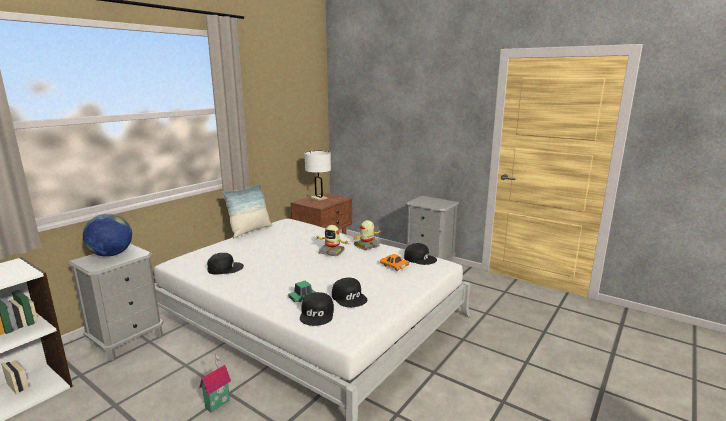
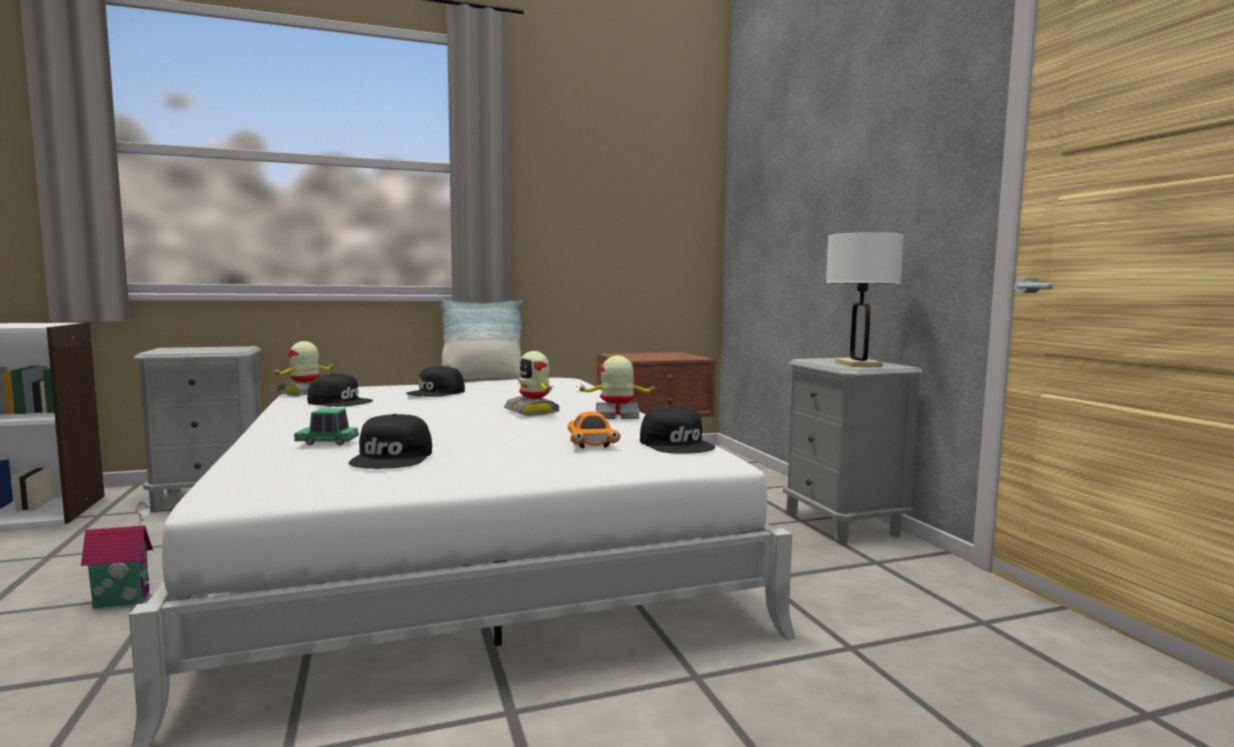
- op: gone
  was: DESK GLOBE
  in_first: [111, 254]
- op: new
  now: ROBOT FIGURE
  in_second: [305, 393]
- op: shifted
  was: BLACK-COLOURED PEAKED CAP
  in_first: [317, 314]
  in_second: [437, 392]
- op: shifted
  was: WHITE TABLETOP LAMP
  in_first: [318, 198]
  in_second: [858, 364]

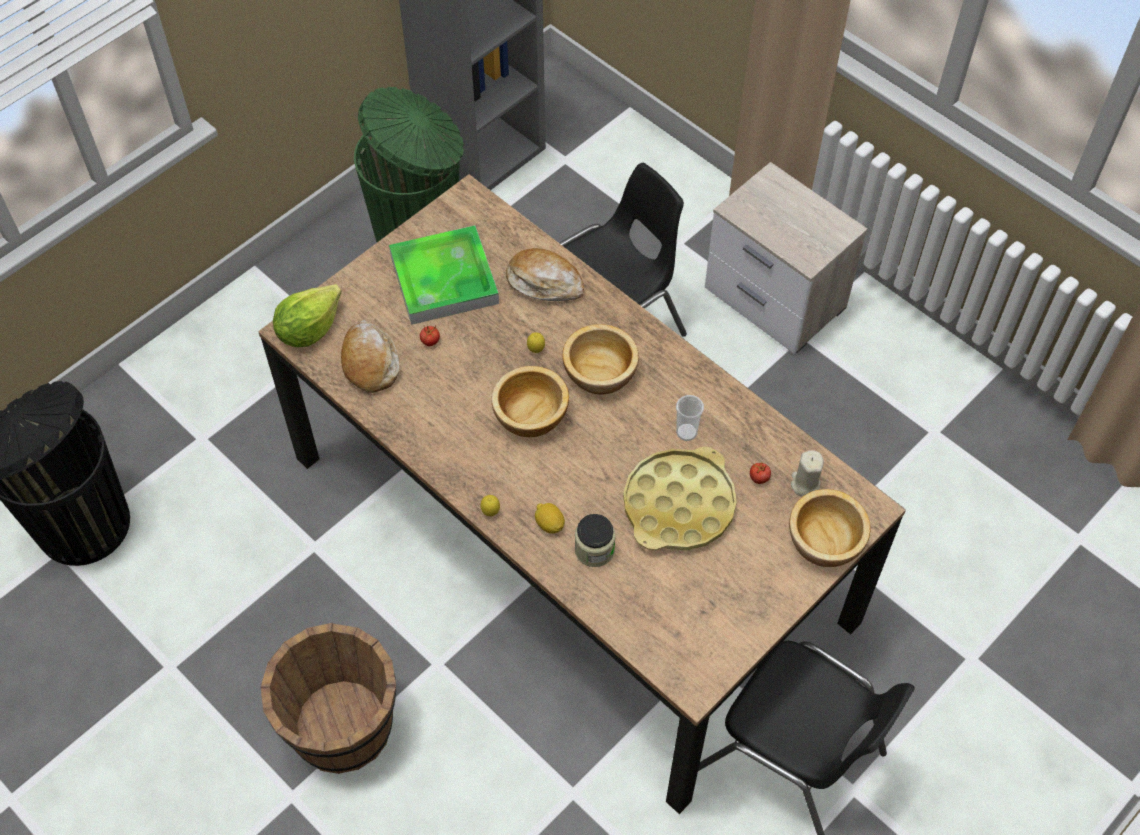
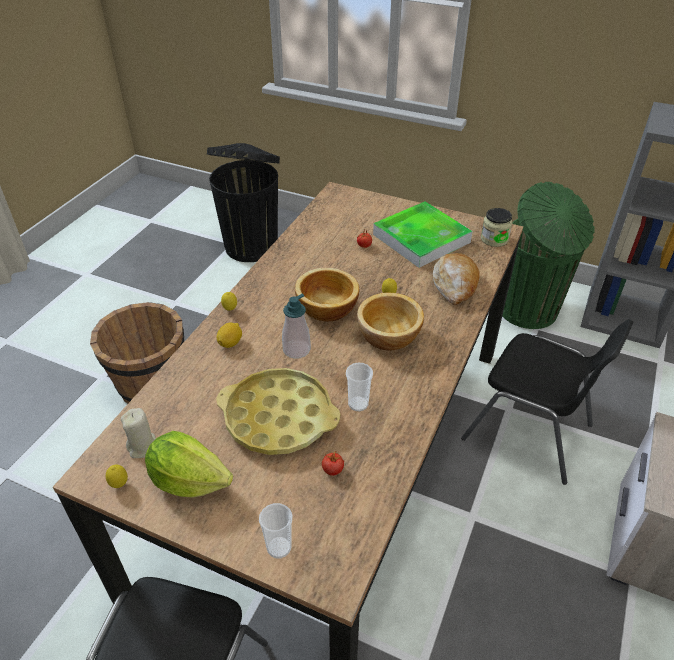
- op: gone
  was: BREAD
  in_first: [370, 362]
- op: new
  now: CITRUS FRUIT
  in_second: [120, 485]
- op: new
  now: LIQUID SOAP BOTTLE
  in_second: [296, 350]
- op: shifted
  was: LETTUCE
  in_first: [308, 329]
  in_second: [189, 480]
- op: shifted
  was: STORAGE JAR
  in_first: [594, 550]
  in_second: [494, 239]
- op: shifted
  was: BEIGE-COLOURED CANDLE
  in_first: [805, 484]
  in_second: [143, 446]
- op: swapped
  was: SERVING BOWL
  now: DRINKING CUP
  in_first: [826, 542]
  in_second: [279, 547]

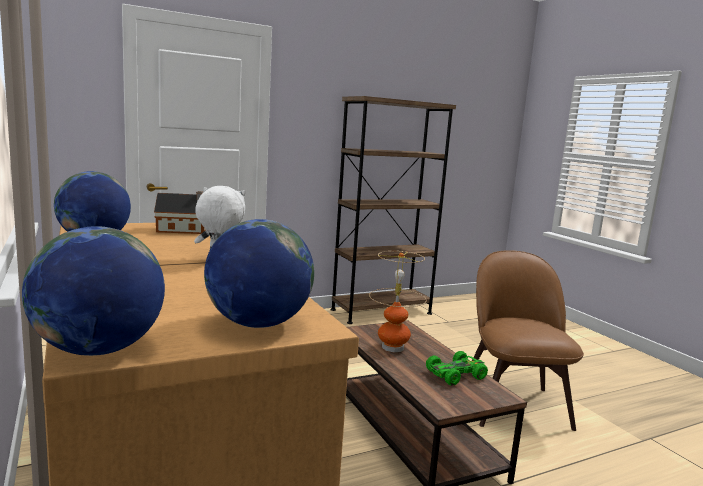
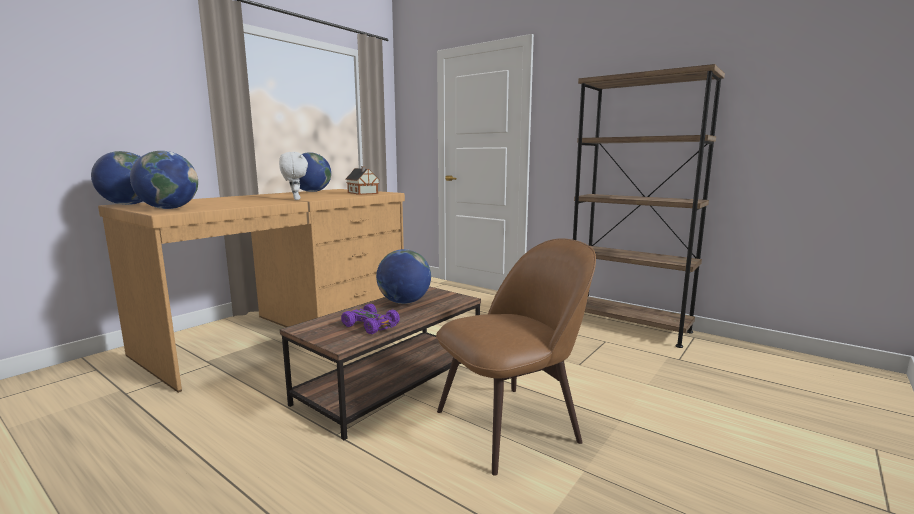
- op: swapped
  was: TABLETOP LAMP
  now: DESK GLOBE
  in_first: [393, 347]
  in_second: [404, 302]
- op: repainted
  was: GREEN-COLOURED MINIATURE CAR
  now: PURPLE-COLOURED MINIATURE CAR
  in_first: [456, 374]
  in_second: [371, 325]

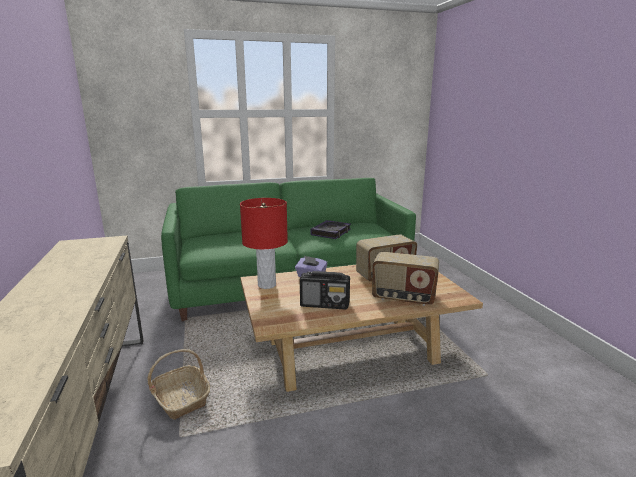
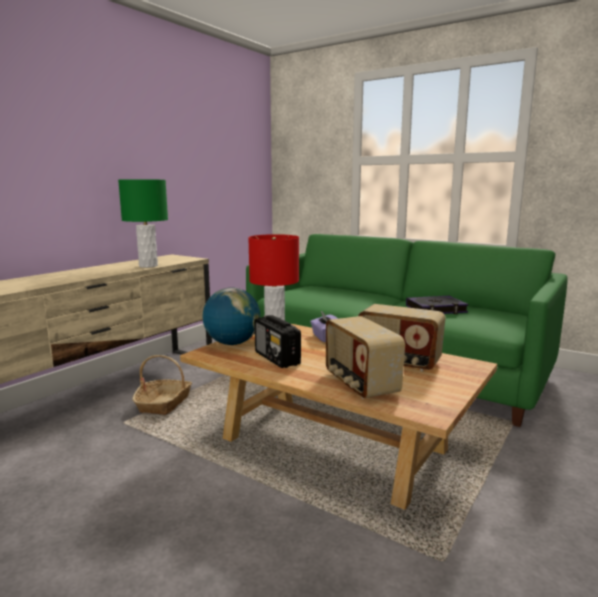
- op: new
  now: GREEN-COLOURED TABLETOP LAMP
  in_second: [148, 266]
- op: new
  now: DESK GLOBE
  in_second: [232, 343]

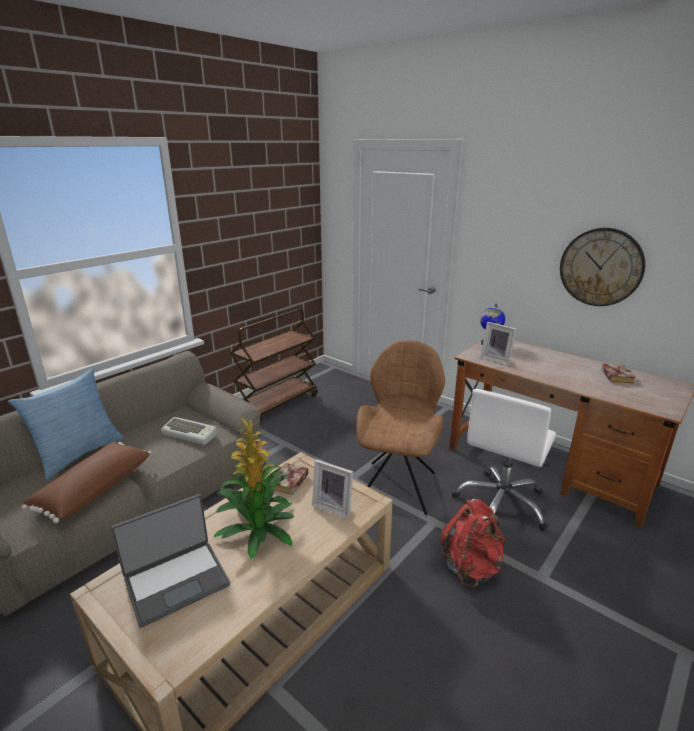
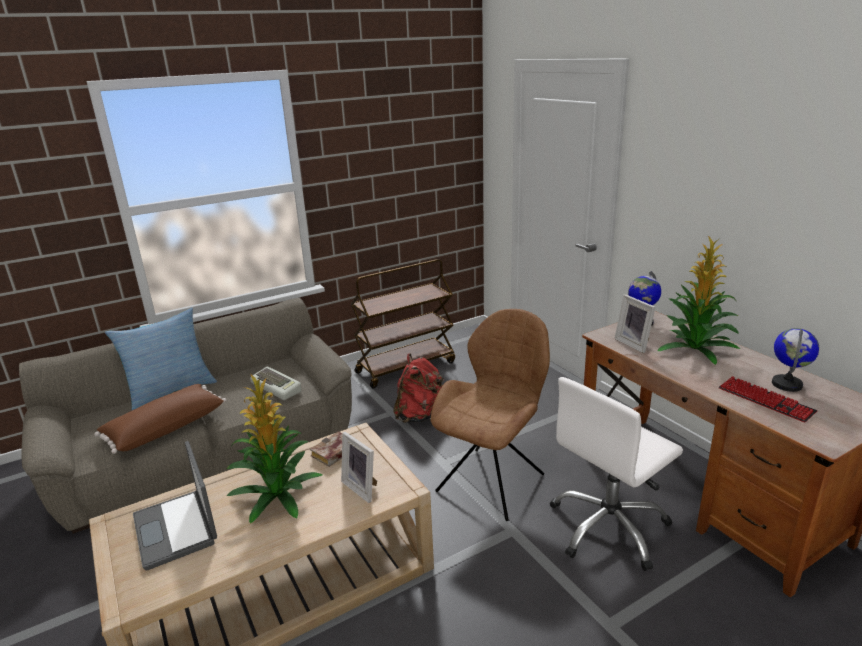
- op: gone
  was: HANGING CLOCK
  in_first: [601, 267]
- op: new
  now: POTTED PLANT
  in_second: [696, 348]
- op: new
  now: KEYBOARD
  in_second: [765, 400]
- op: shifted
  was: RED KNAPSACK
  in_first: [471, 567]
  in_second: [420, 415]
- op: swapped
  was: VOLUME
  now: DESK GLOBE
  in_first: [615, 376]
  in_second: [787, 384]
- op: rotated
  was: LAPTOP
  in_first: [176, 581]
  in_second: [177, 529]
  clockwise: 75

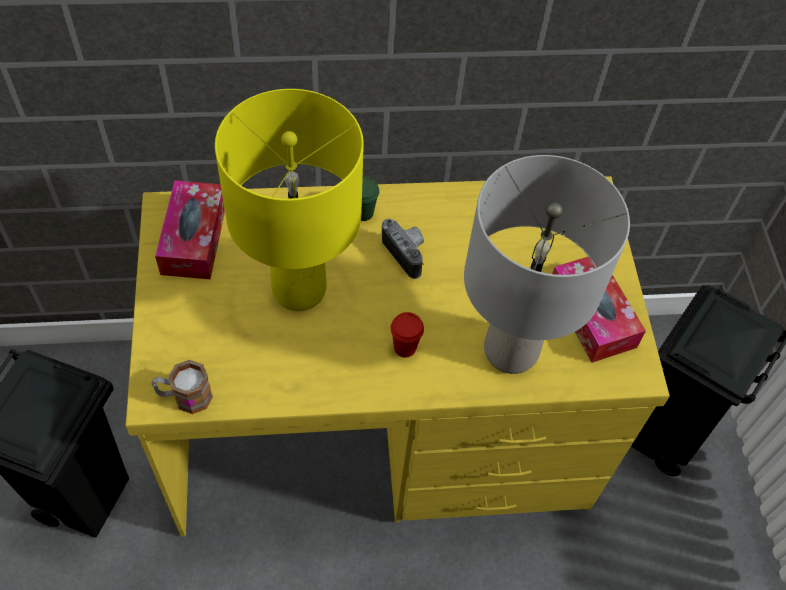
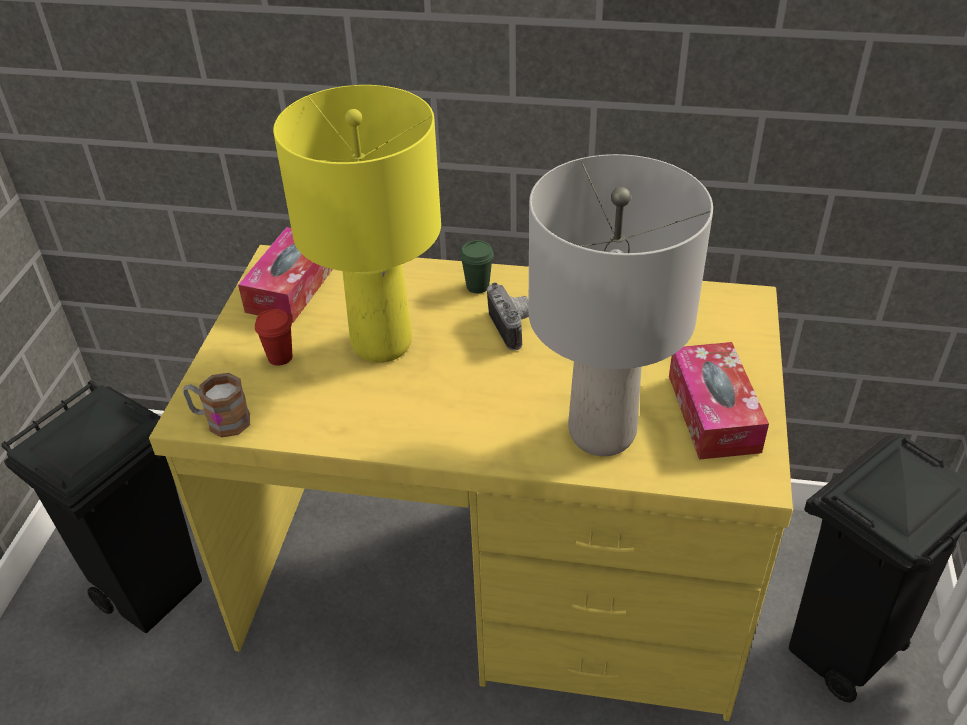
- op: shifted
  was: RED DRINKING CUP
  in_first: [405, 348]
  in_second: [280, 357]

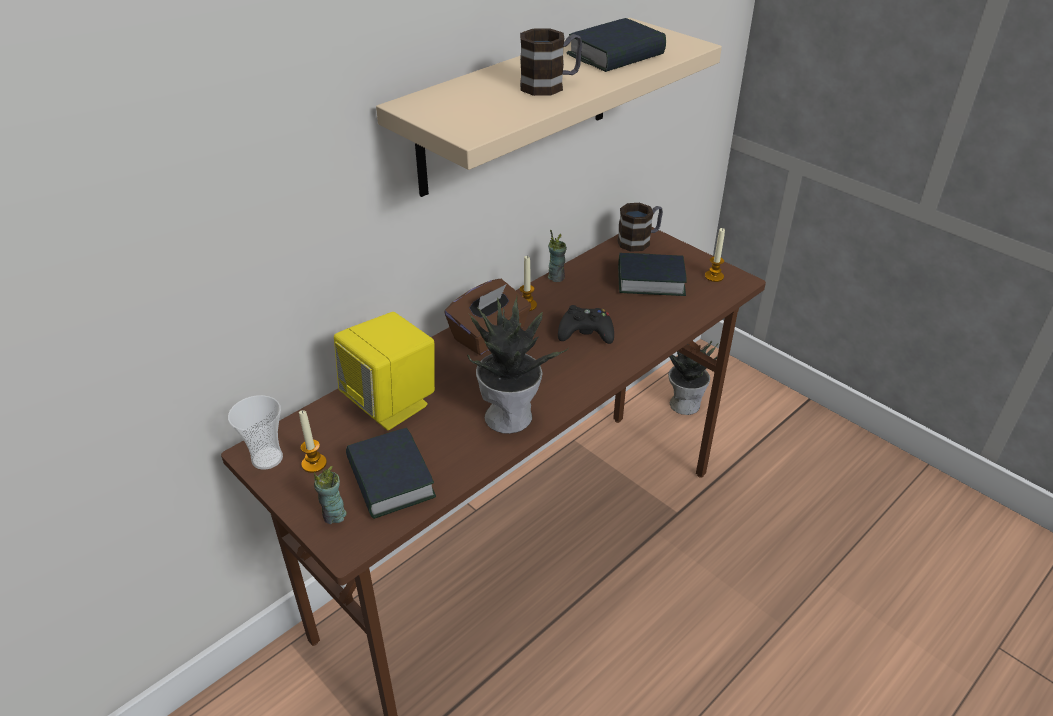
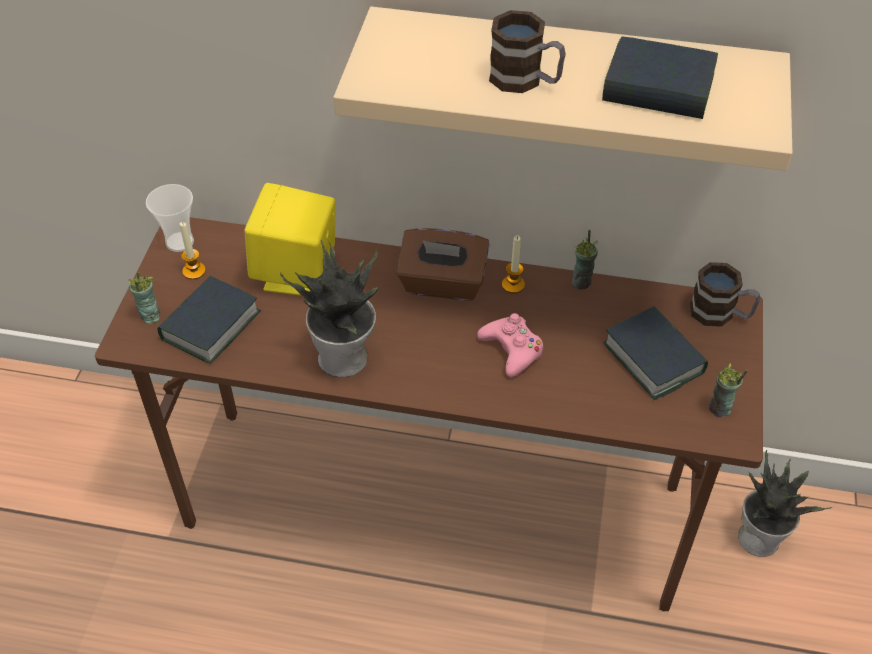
- op: swapped
  was: CANDLE
  now: DRINKING CUP
  in_first: [714, 276]
  in_second: [719, 409]
- op: repainted
  was: BLACK-COLOURED GAME CONTROLLER
  now: PINK-COLOURED GAME CONTROLLER
  in_first: [586, 333]
  in_second: [512, 350]

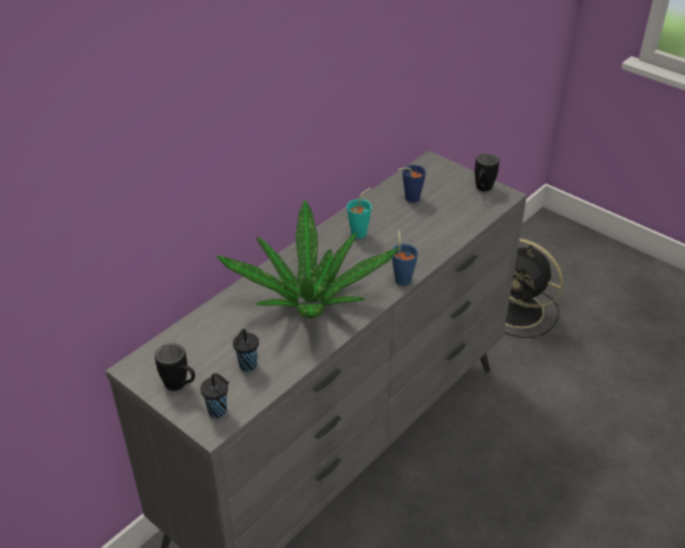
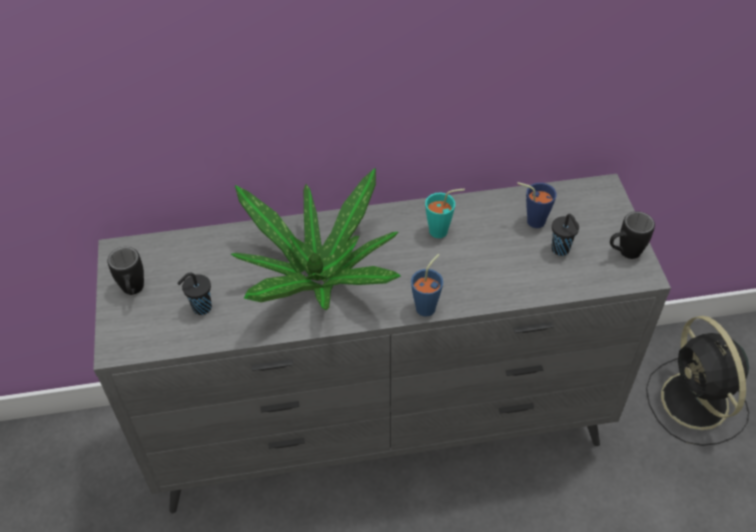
- op: shifted
  was: BLACK-COLOURED DRINKING CUP
  in_first: [218, 411]
  in_second: [561, 250]

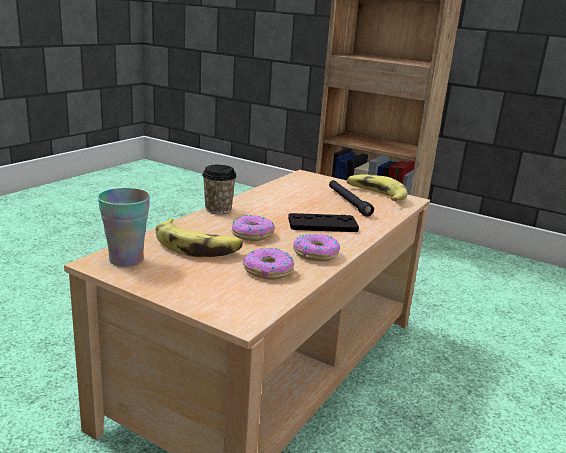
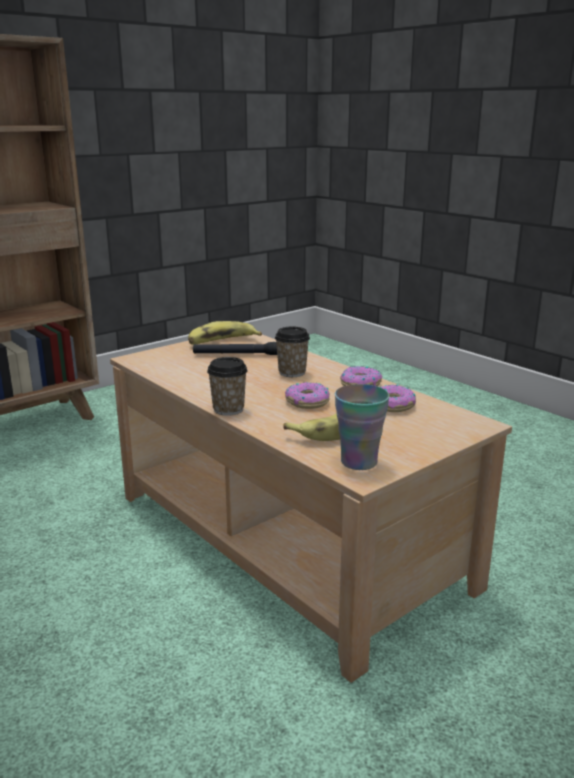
- op: swapped
  was: BLACK-COLOURED GAME CONTROLLER
  now: DRINKING CUP
  in_first: [322, 224]
  in_second: [292, 372]

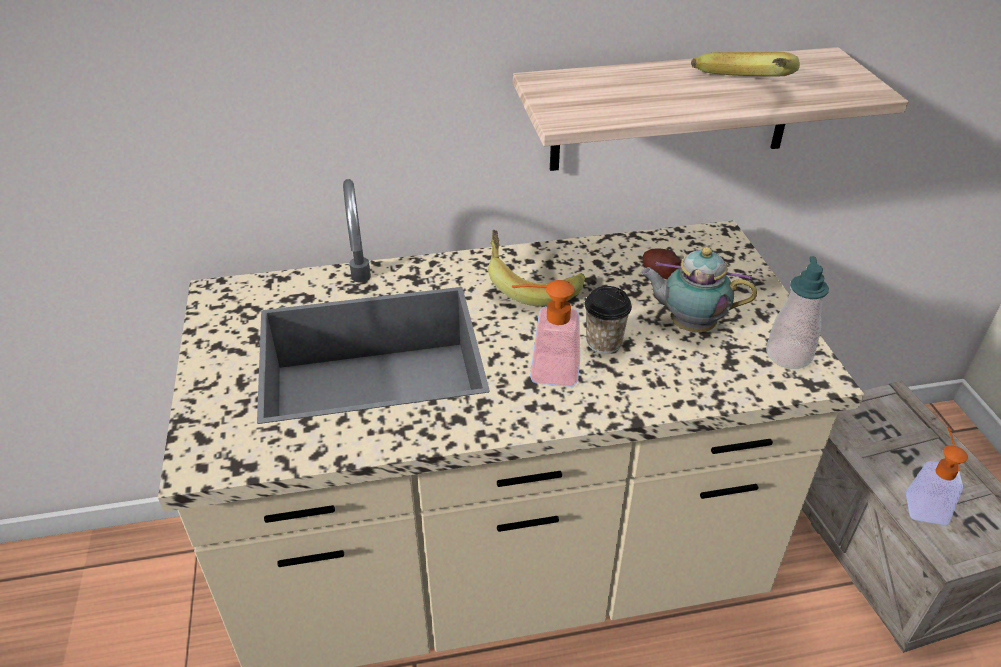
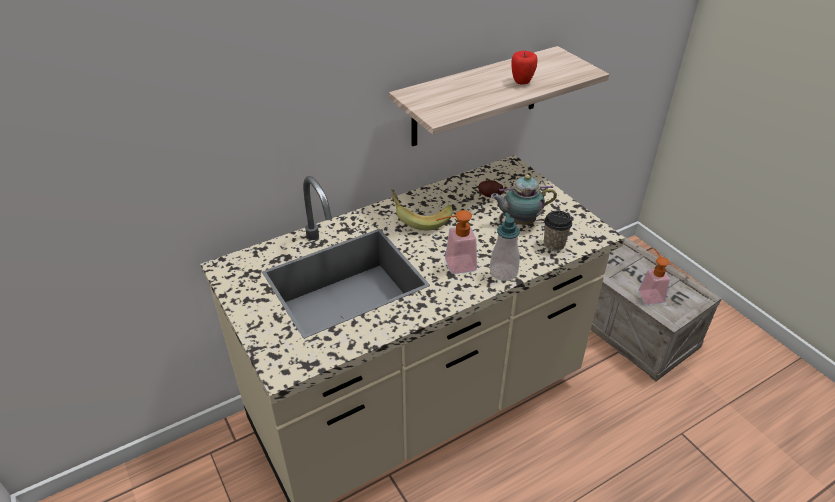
- op: shifted
  was: DRINKING CUP
  in_first: [604, 342]
  in_second: [554, 244]
- op: shifted
  was: LIQUID SOAP BOTTLE
  in_first: [788, 355]
  in_second: [503, 272]
- op: swapped
  was: WHOLE BANANA
  now: APPLE FRUIT
  in_first: [740, 90]
  in_second: [522, 81]

